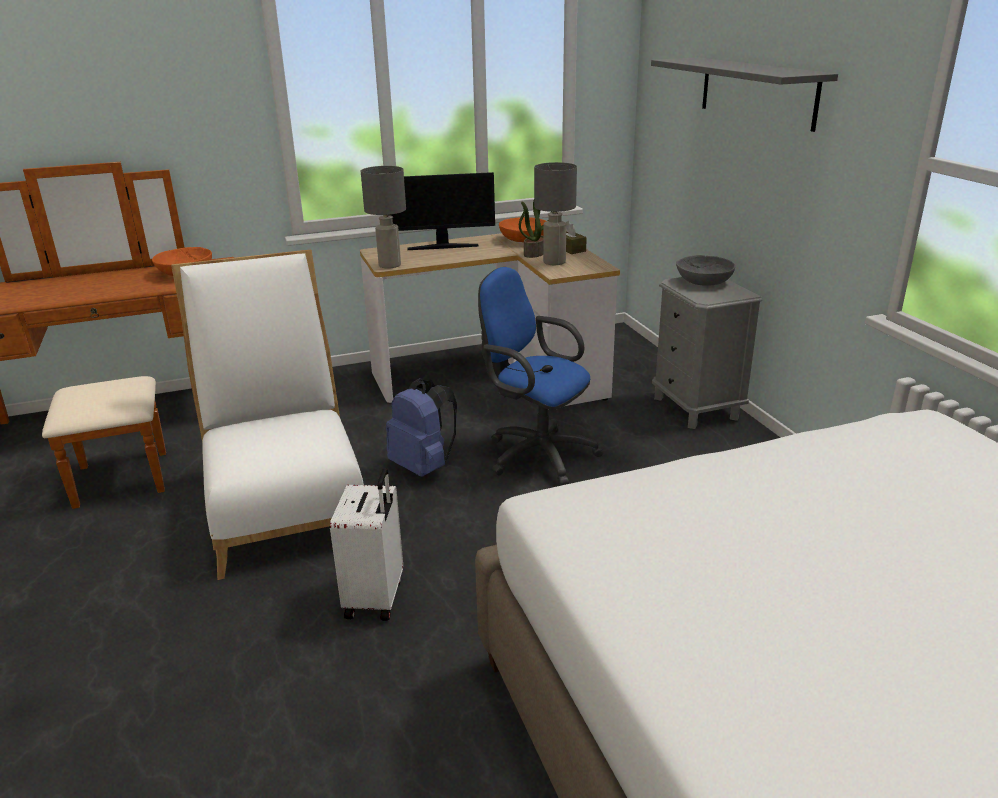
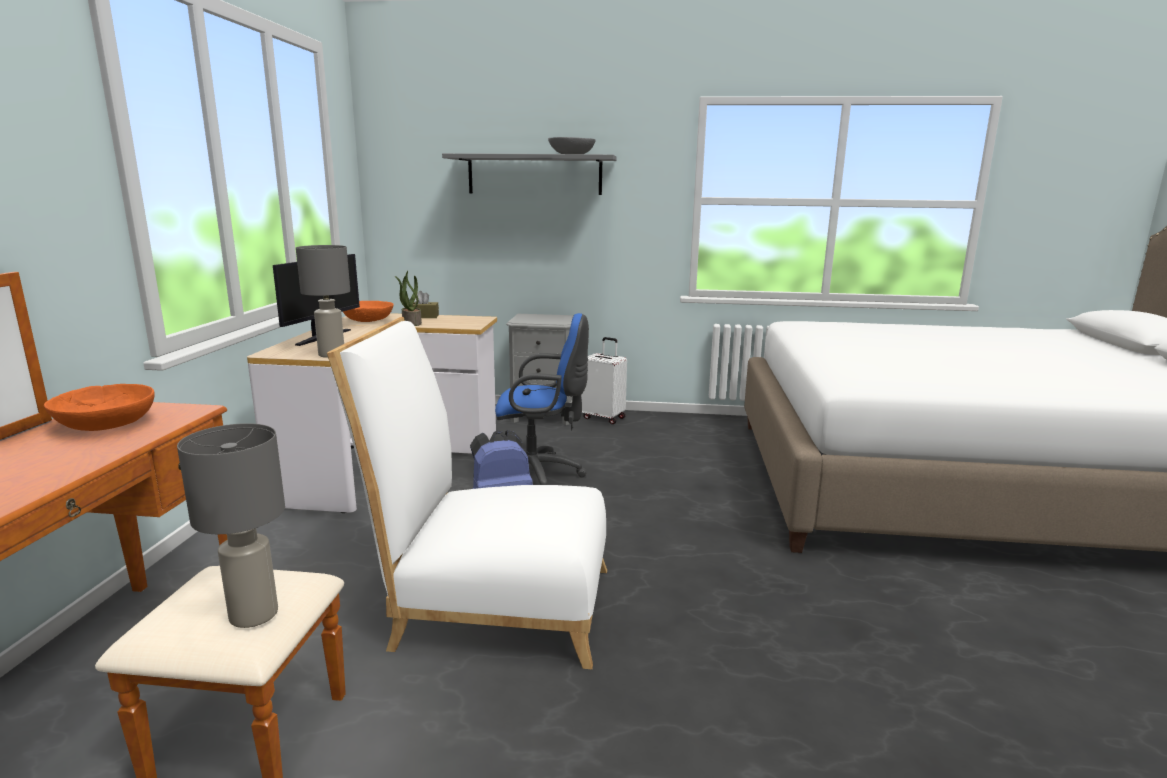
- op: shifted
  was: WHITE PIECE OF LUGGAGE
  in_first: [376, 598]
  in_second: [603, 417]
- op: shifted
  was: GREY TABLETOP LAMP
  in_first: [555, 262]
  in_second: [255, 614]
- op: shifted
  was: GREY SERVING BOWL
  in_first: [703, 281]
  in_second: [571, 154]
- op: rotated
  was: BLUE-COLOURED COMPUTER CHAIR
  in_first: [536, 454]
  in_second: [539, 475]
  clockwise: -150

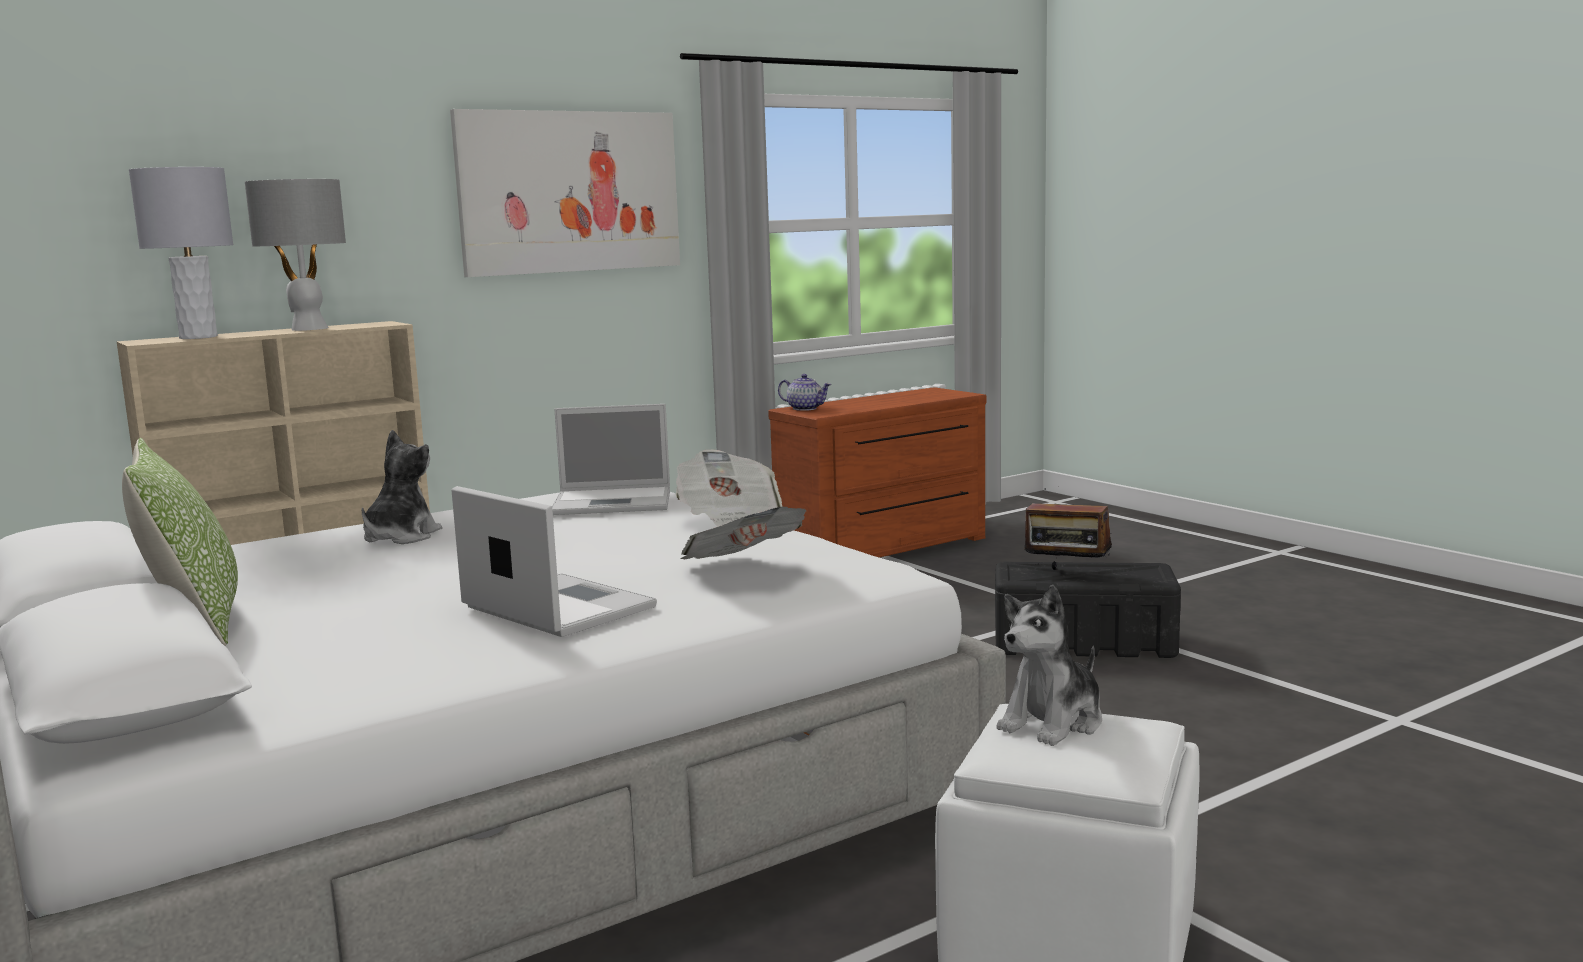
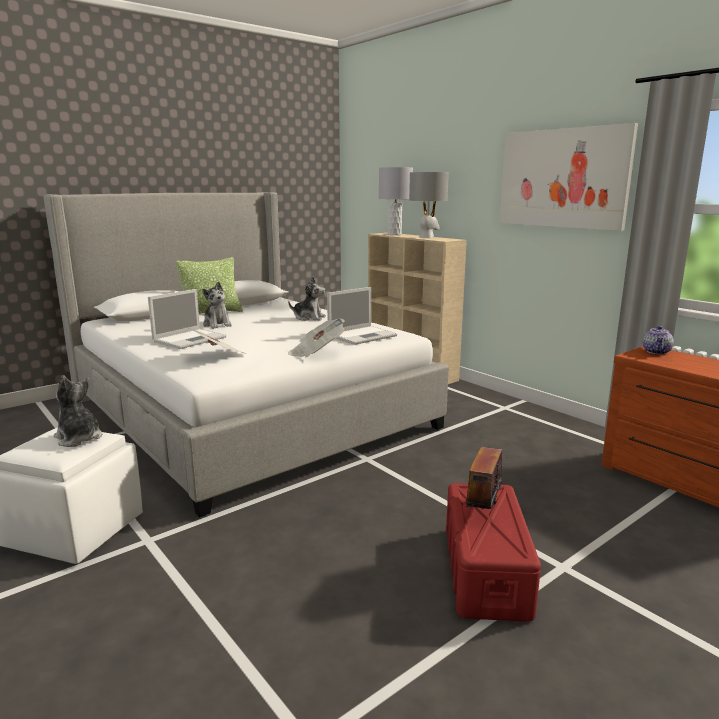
- op: new
  now: SOFT TOY
  in_second: [217, 324]
- op: repainted
  was: BLACK-COLOURED STORAGE BOX
  now: RED STORAGE BOX
  in_first: [1085, 643]
  in_second: [485, 571]
- op: rotated
  was: LAPTOP
  in_first: [615, 502]
  in_second: [363, 335]
  clockwise: -120

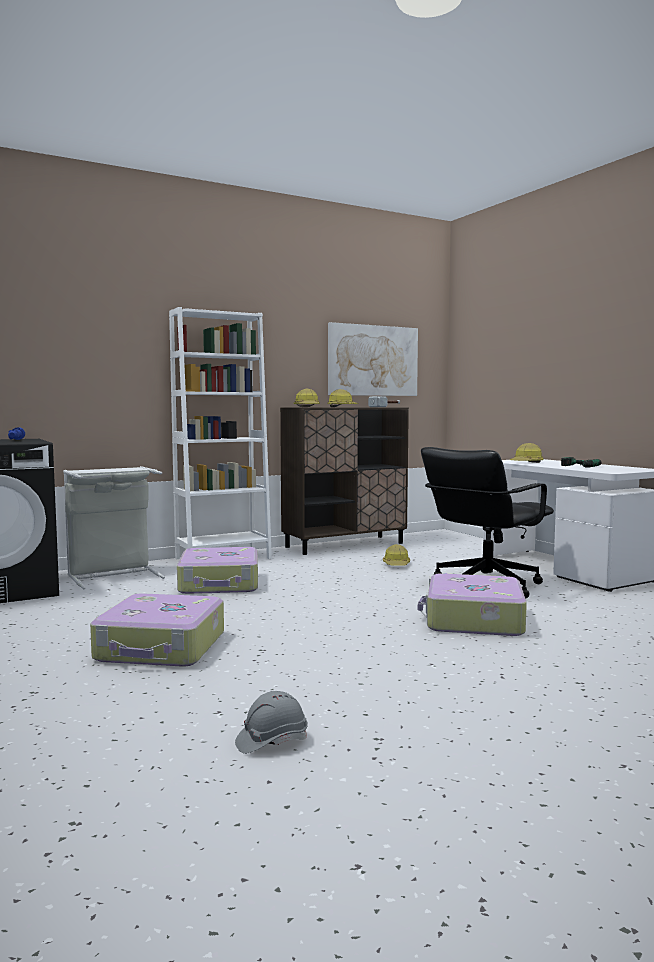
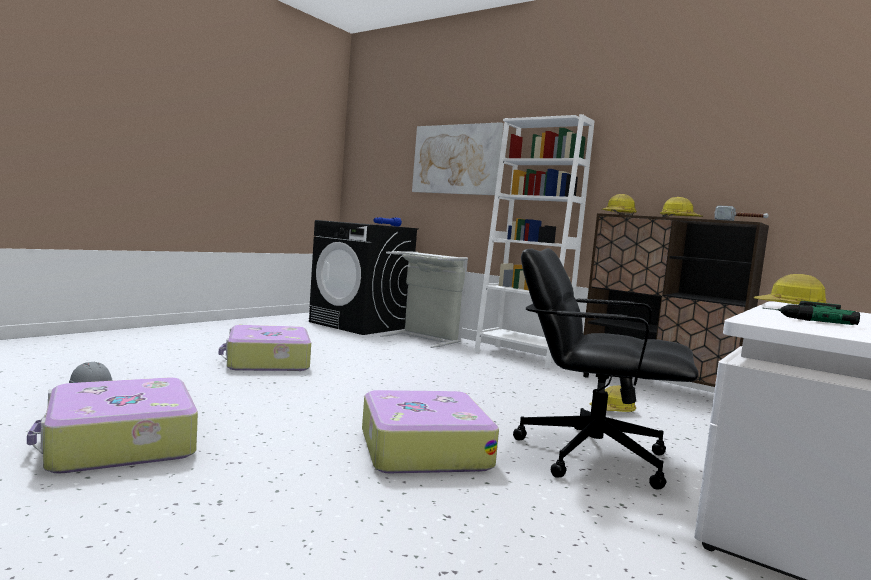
- op: shifted
  was: PIECE OF LUGGAGE
  in_first: [220, 584]
  in_second: [119, 443]
- op: shifted
  was: WALL ART
  in_first: [373, 360]
  in_second: [456, 159]

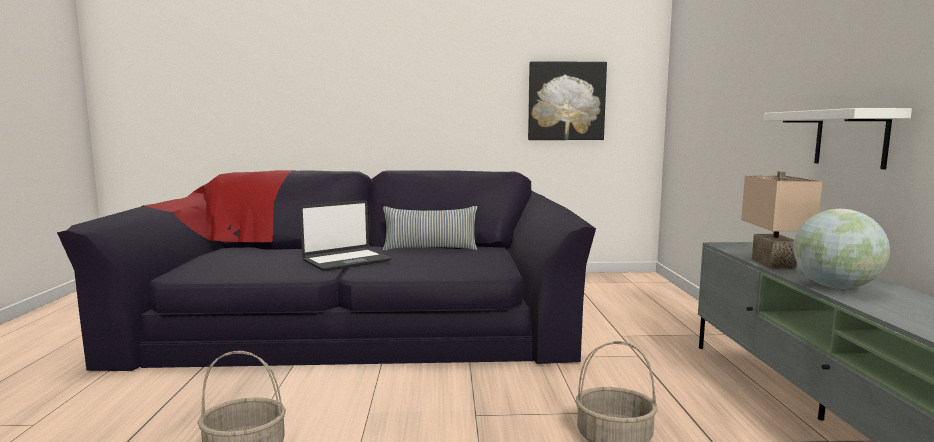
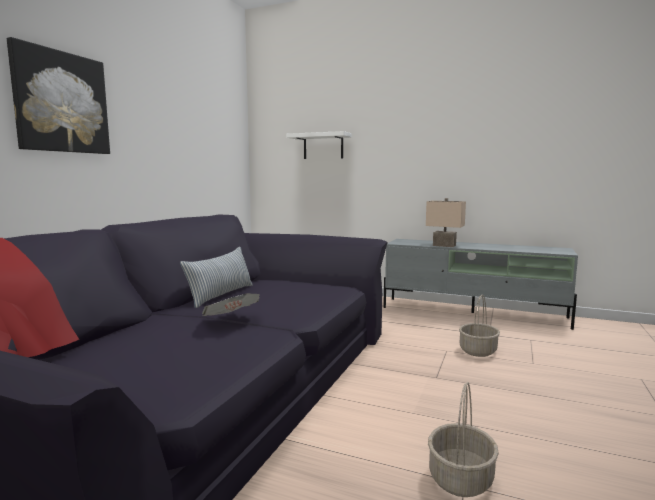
- op: gone
  was: DESK GLOBE
  in_first: [835, 287]
- op: shifted
  was: WALL ART
  in_first: [566, 101]
  in_second: [61, 102]
- op: shifted
  was: WHITE WALL SHELF
  in_first: [851, 138]
  in_second: [323, 146]
- op: swapped
  was: LAPTOP
  now: NEWSPAPER
  in_first: [346, 261]
  in_second: [231, 321]

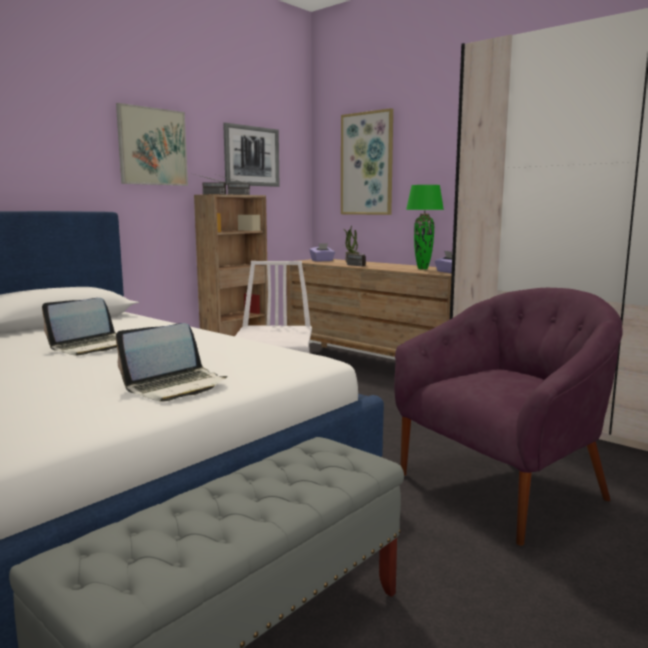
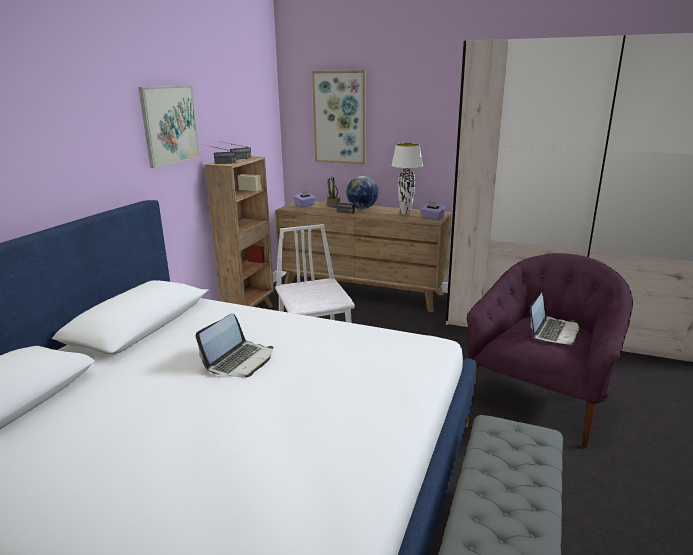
- op: gone
  was: WALL ART
  in_first: [251, 156]
- op: new
  now: DESK GLOBE
  in_second: [362, 208]
- op: shifted
  was: LAPTOP
  in_first: [175, 386]
  in_second: [553, 332]
- op: repainted
  was: GREEN-COLOURED TABLETOP LAMP
  now: WHITE TABLETOP LAMP
  in_first: [422, 268]
  in_second: [405, 213]

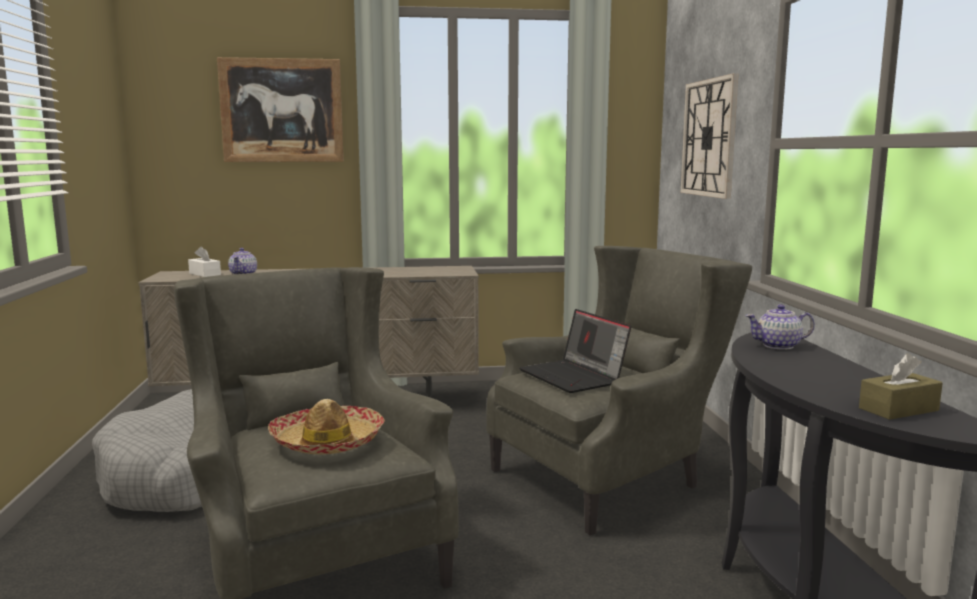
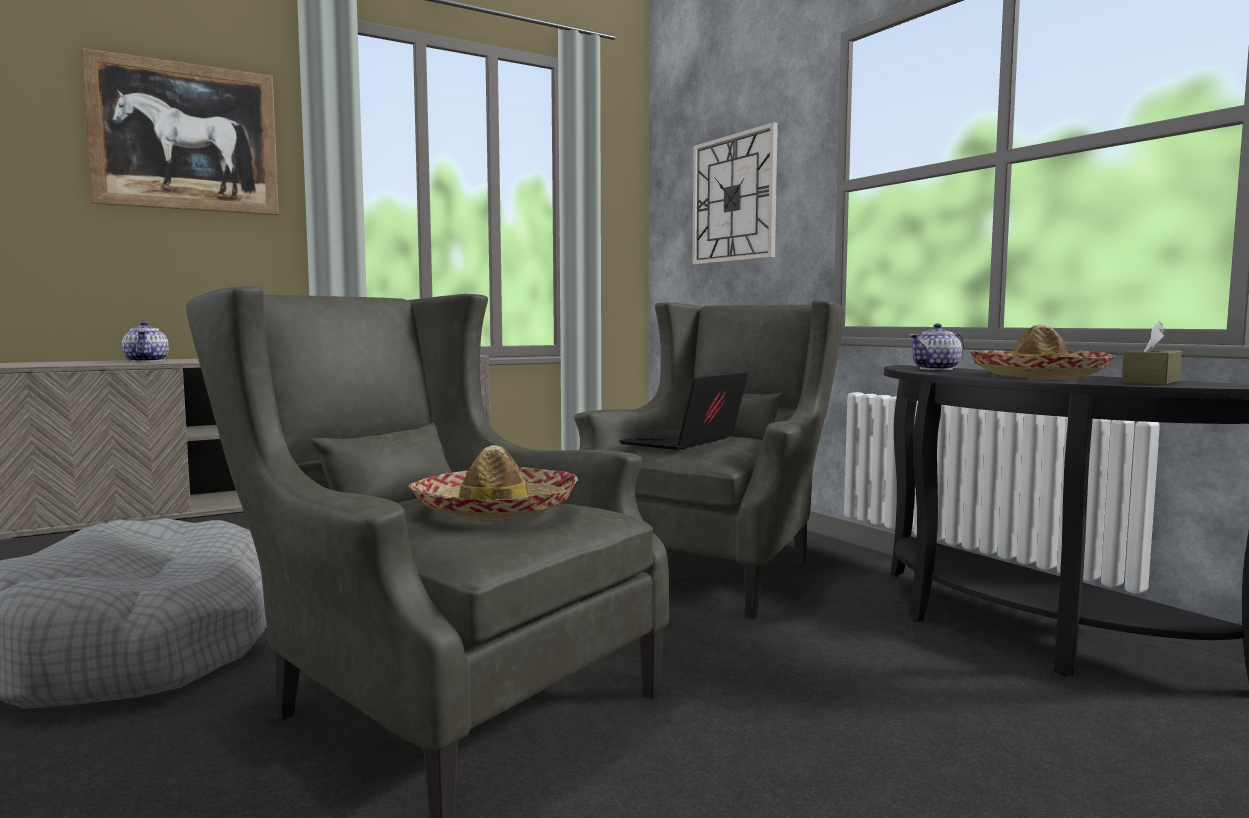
- op: gone
  was: WHITE BOX OF TISSUES
  in_first: [205, 274]
- op: new
  now: WEARABLE HAT
  in_second: [1037, 375]
- op: rotated
  was: LAPTOP
  in_first: [574, 377]
  in_second: [684, 442]
  clockwise: 90

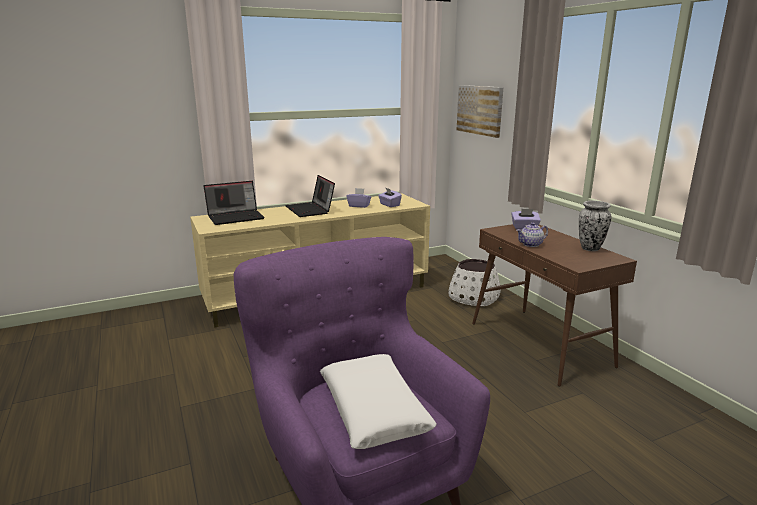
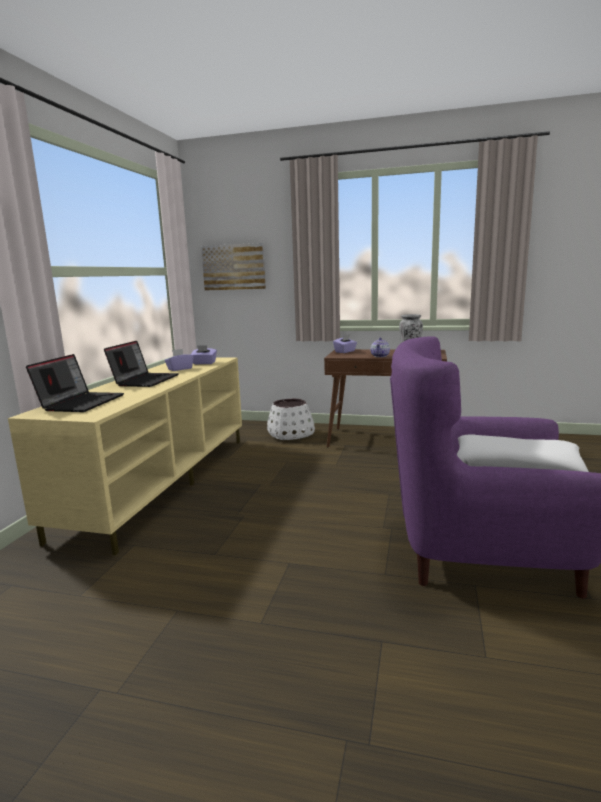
- op: rotated
  was: LAPTOP
  in_first: [310, 210]
  in_second: [145, 380]
  clockwise: -90

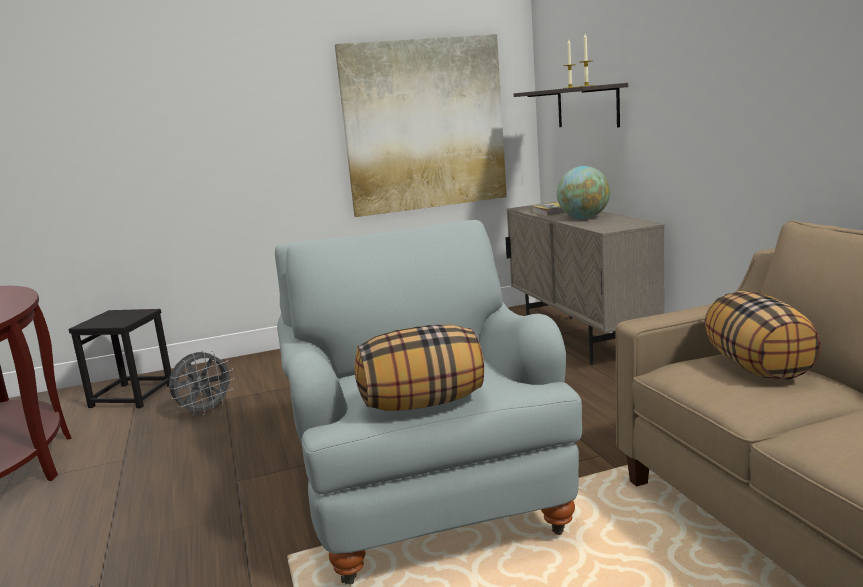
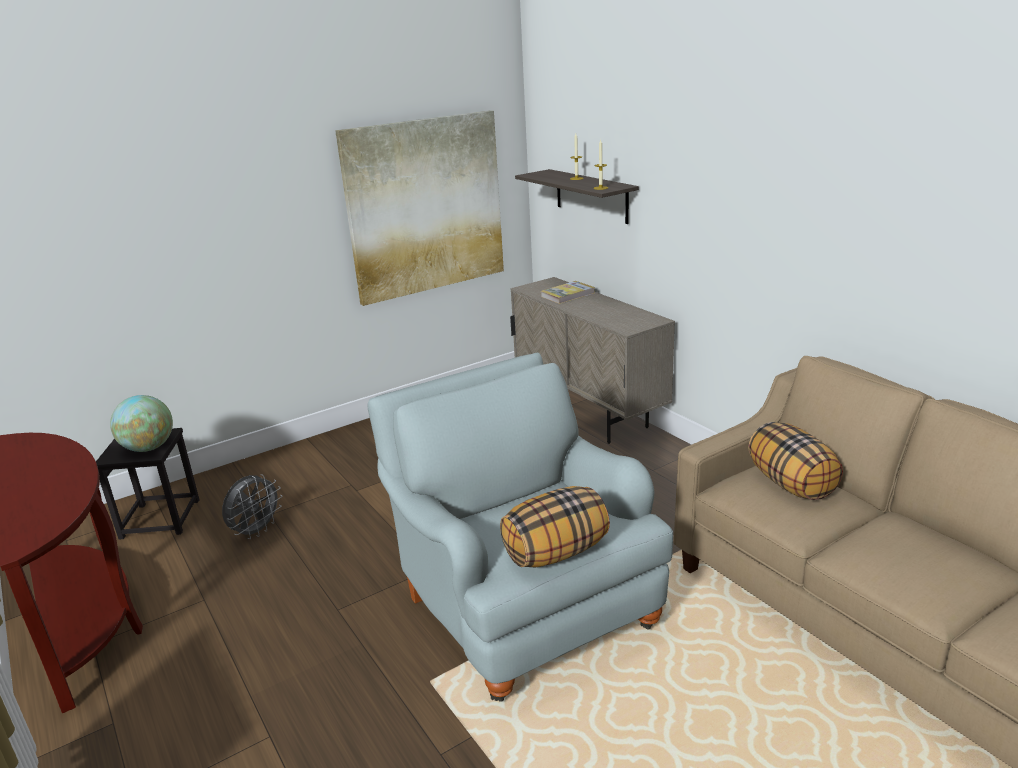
- op: shifted
  was: DESK GLOBE
  in_first: [583, 218]
  in_second: [148, 448]

